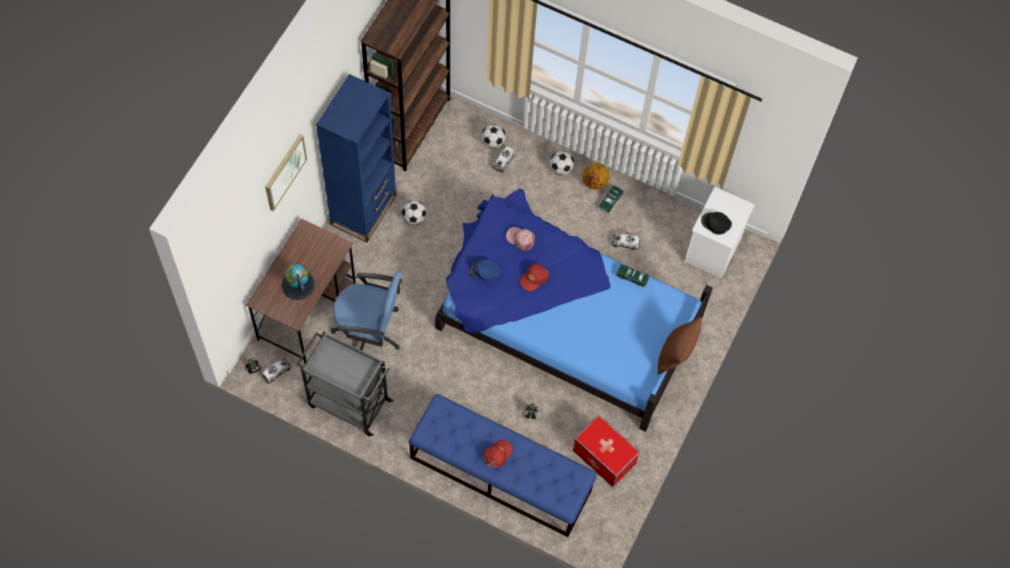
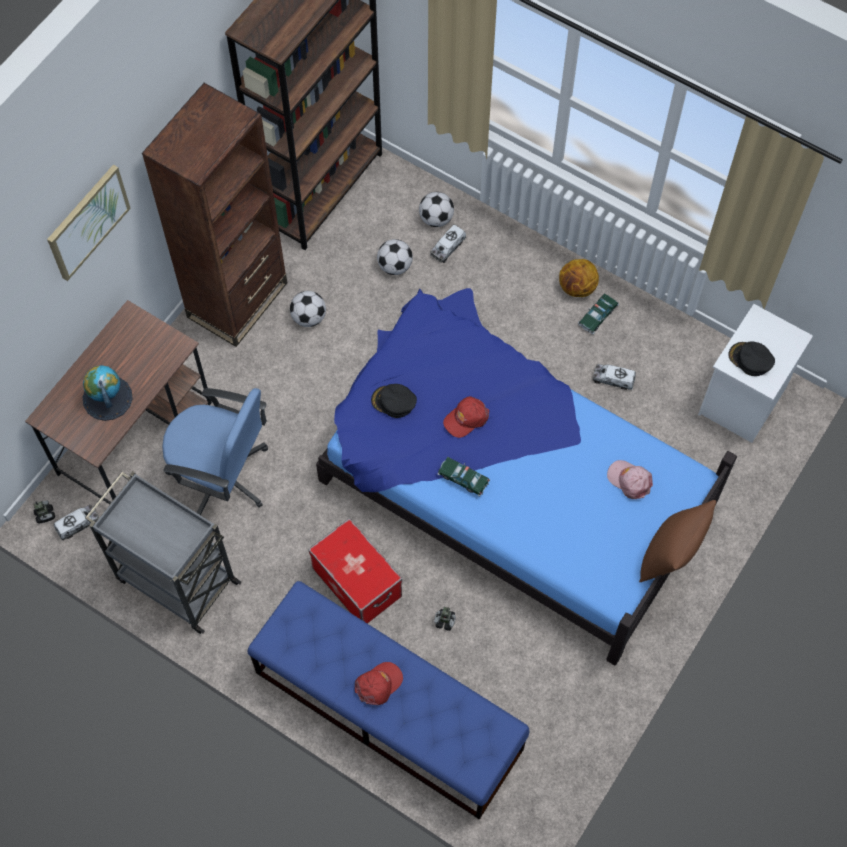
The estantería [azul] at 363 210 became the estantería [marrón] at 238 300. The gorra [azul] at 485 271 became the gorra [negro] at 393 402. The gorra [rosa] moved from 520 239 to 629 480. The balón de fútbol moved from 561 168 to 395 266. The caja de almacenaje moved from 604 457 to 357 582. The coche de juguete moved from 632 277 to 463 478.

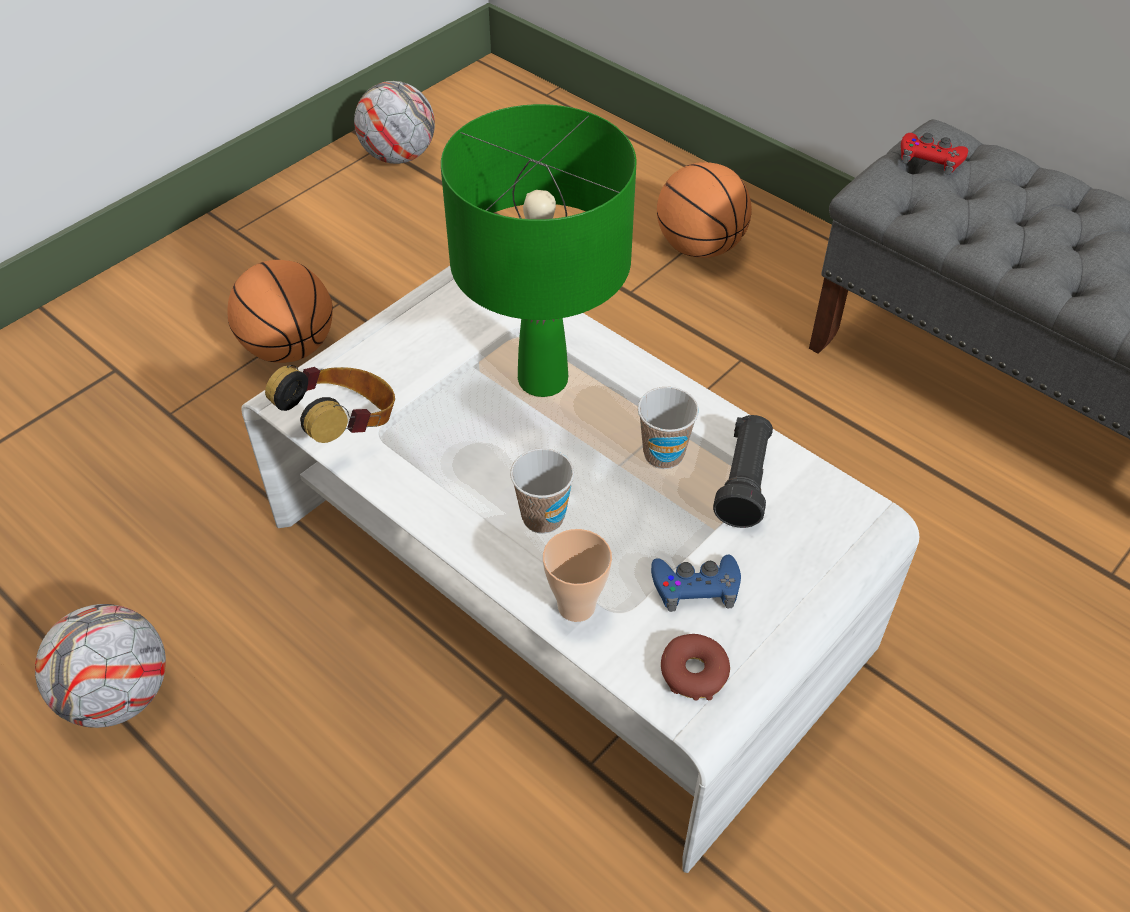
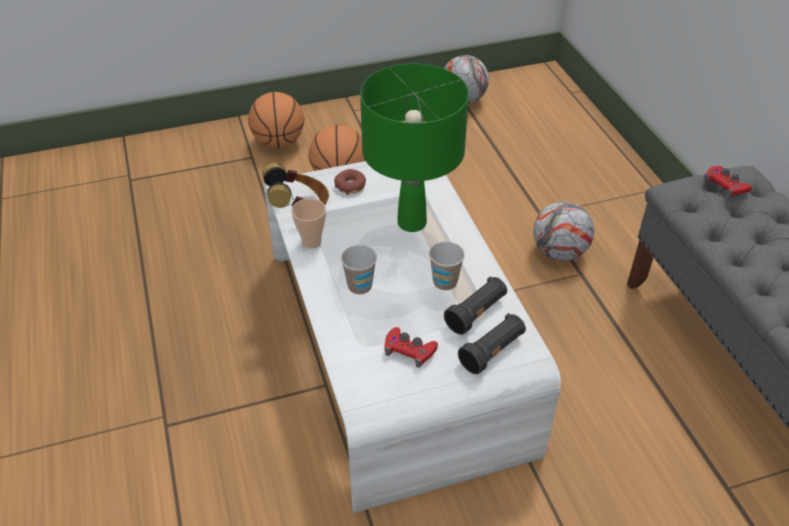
The balón de fútbol moved from 118 695 to 559 252. The taza moved from 576 606 to 311 242. The mando de consola [azul] at 695 587 became the mando de consola [rojo] at 409 350. The balón de baloncesto moved from 699 247 to 279 142. The rosquilla moved from 694 672 to 350 186. The linterna [negro] at 492 351 appeared.

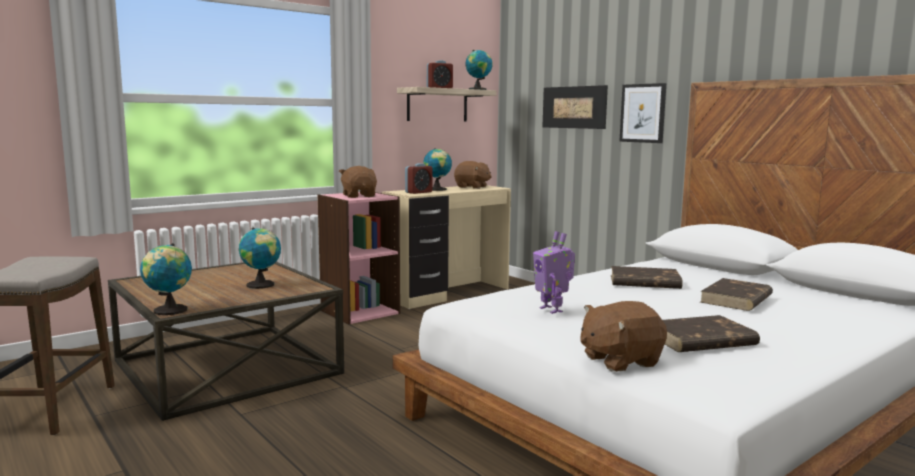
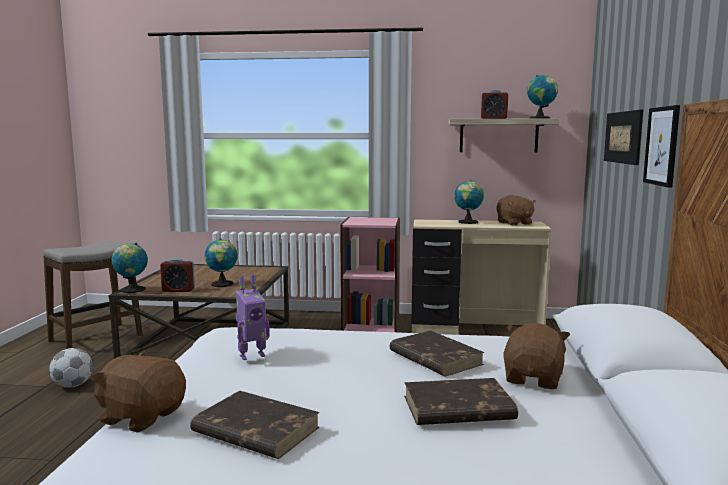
The peluche [marrón] moved from 359 196 to 534 379. The despertador moved from 418 192 to 178 290. The robot de juguete at 552 309 turned 135 degrees counterclockwise. The balón de fútbol at 73 385 appeared.

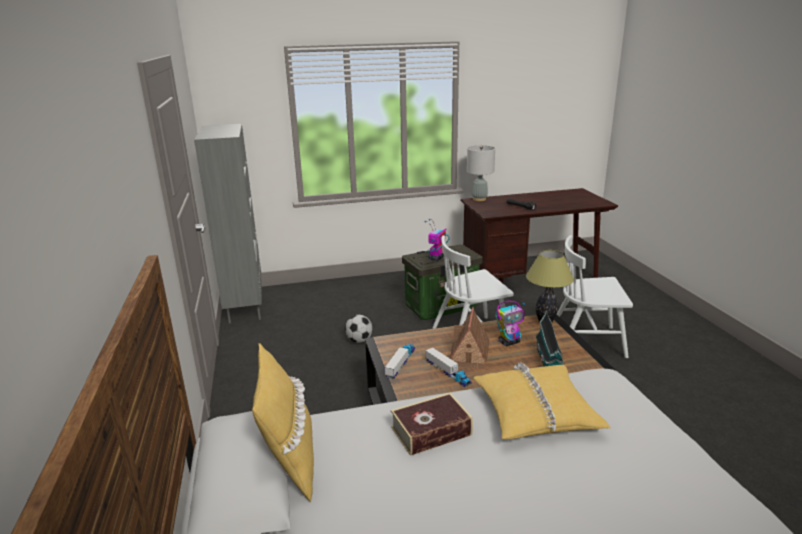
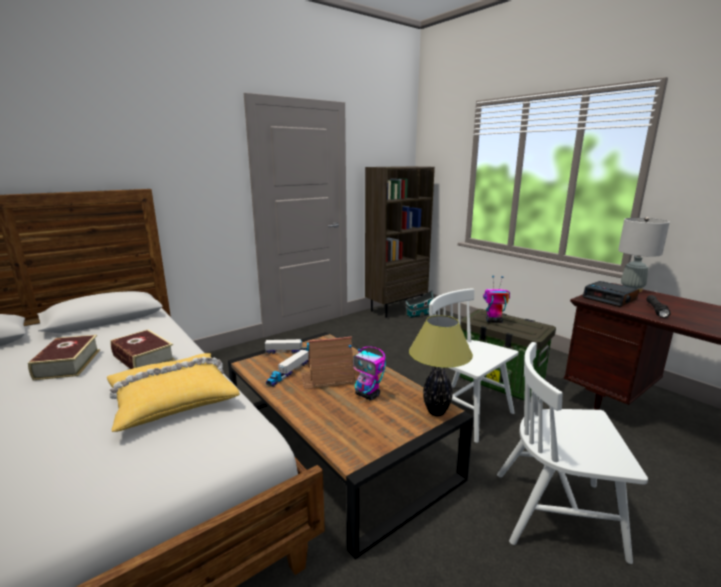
The estantería [gris] at 244 307 became the estantería [marrón] at 396 308. The cojín [amarillo] at 290 461 disappeared. The balón de fútbol at 359 341 disappeared. The casita moved from 548 362 to 419 315. The silla [blanco] at 587 341 turned 60 degrees counterclockwise. The libro at 68 364 appeared. The despertador at 610 299 appeared.

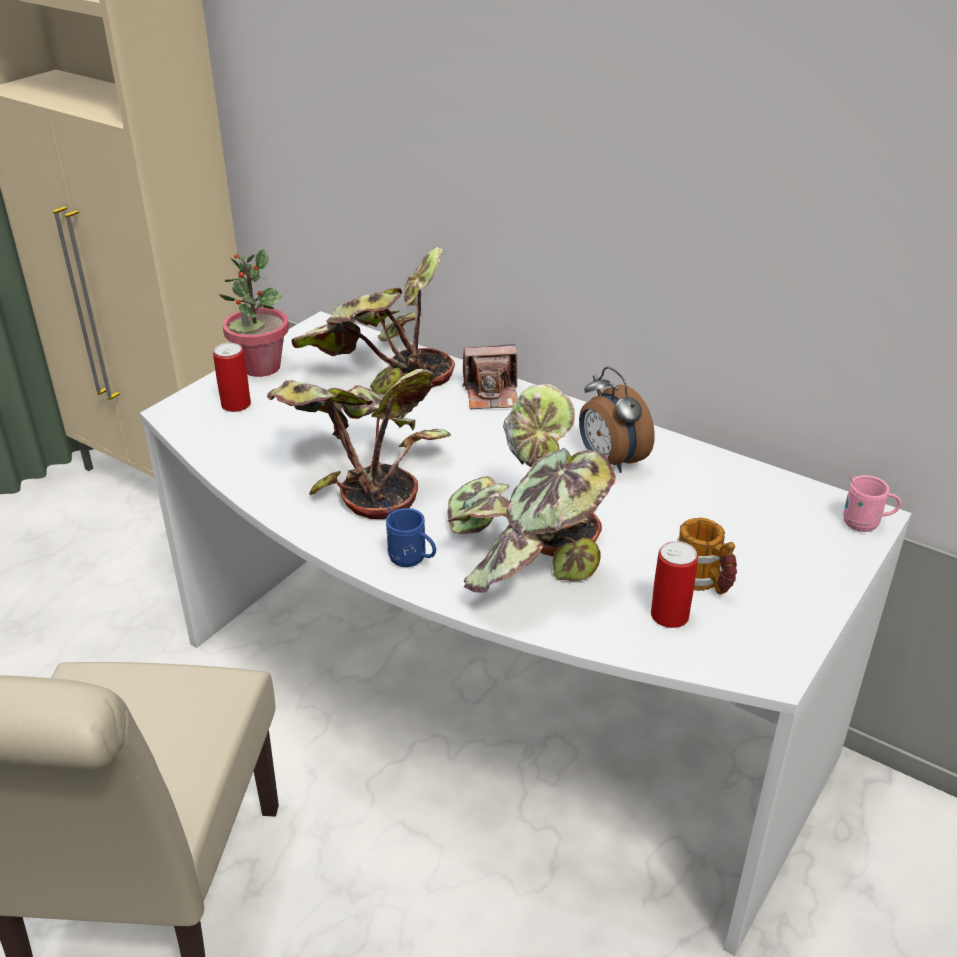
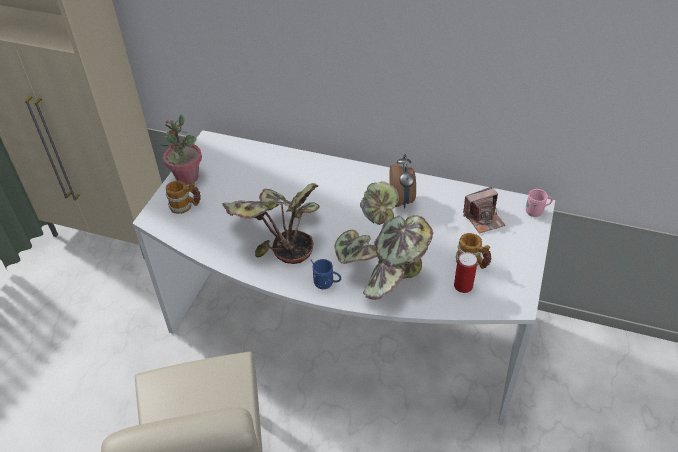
The lata at 236 405 was replaced by the taza grande at 185 206. The planta en maceta at 380 370 disappeared. The cámara moved from 492 395 to 483 219. The despertador at 609 461 turned 135 degrees counterclockwise.

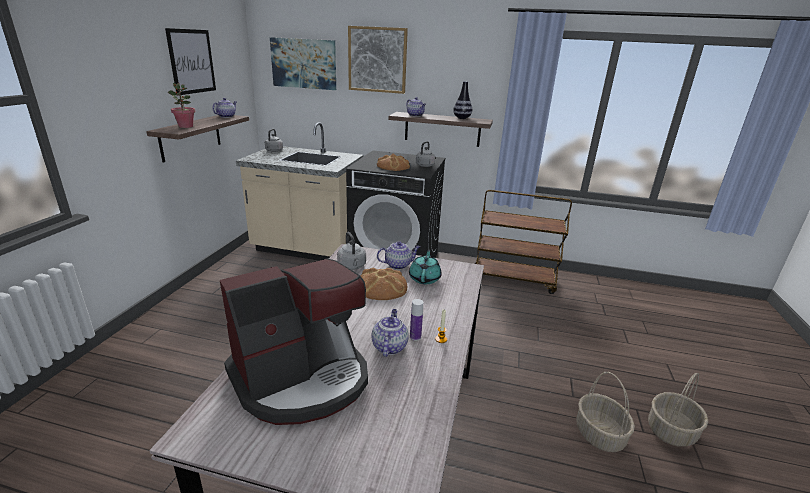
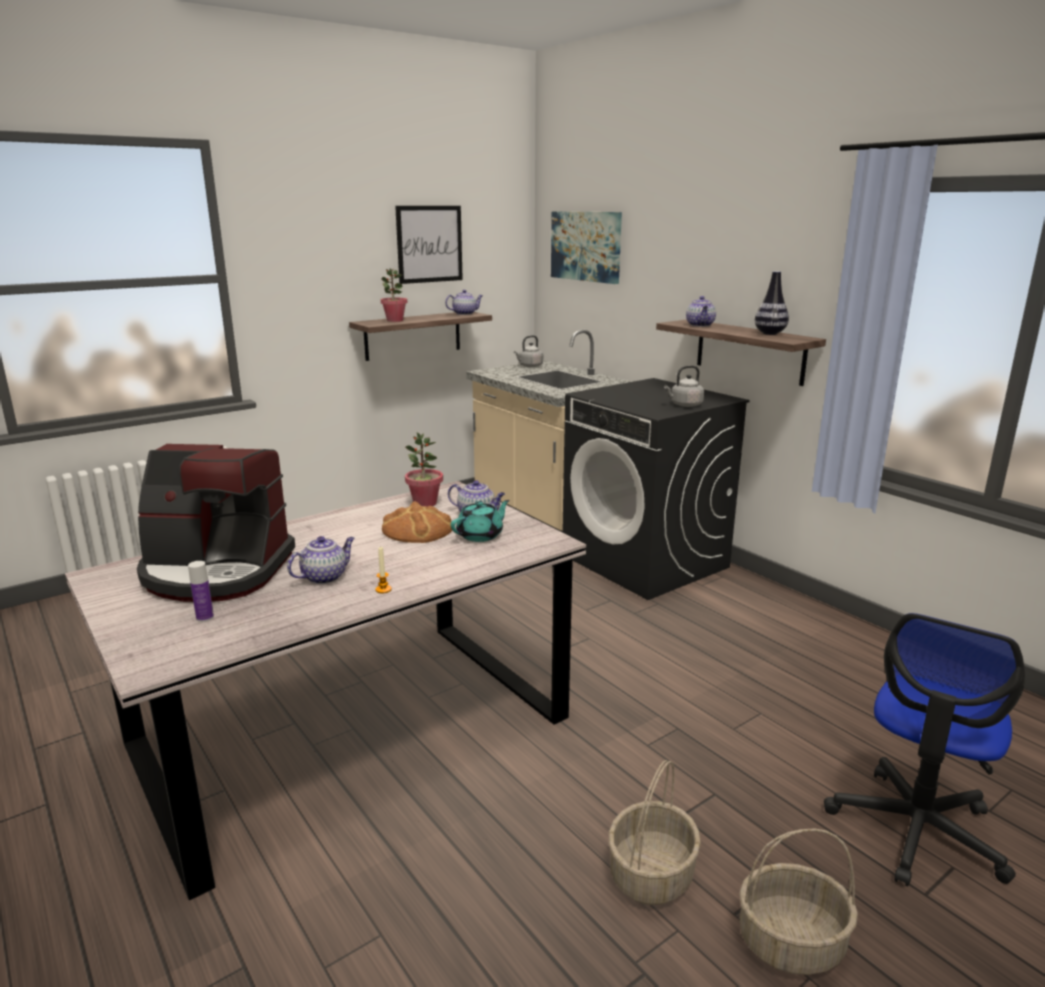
The hervidor [gris] at 352 266 was replaced by the planta en maceta at 425 503. The cuadro at 377 60 disappeared. The pan at 393 166 disappeared. The botella moved from 415 337 to 205 617. The carrito [marrón] at 513 279 disappeared. The silla de oficina at 916 830 appeared.

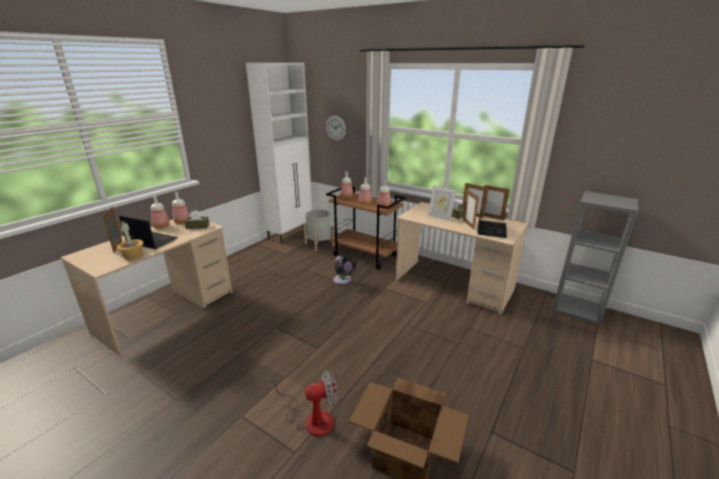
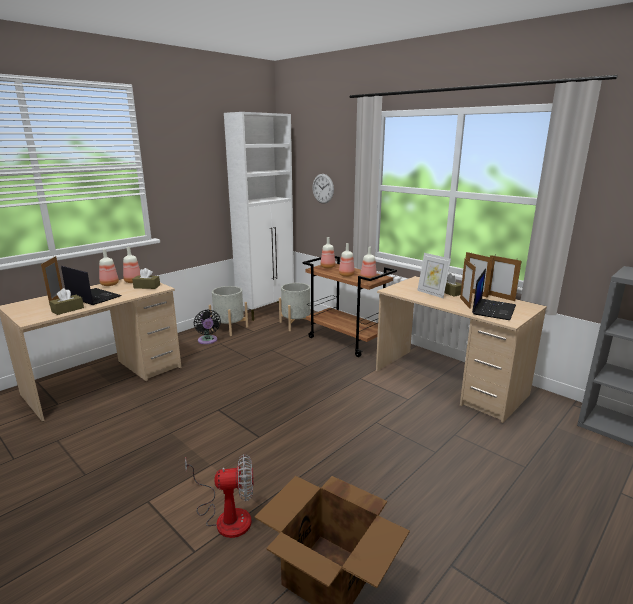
The planta en maceta at 133 255 was replaced by the caja de pañuelos [marrón] at 67 309. The ventilador [negro] moved from 343 281 to 208 341. The maceta [gris] at 229 328 appeared.

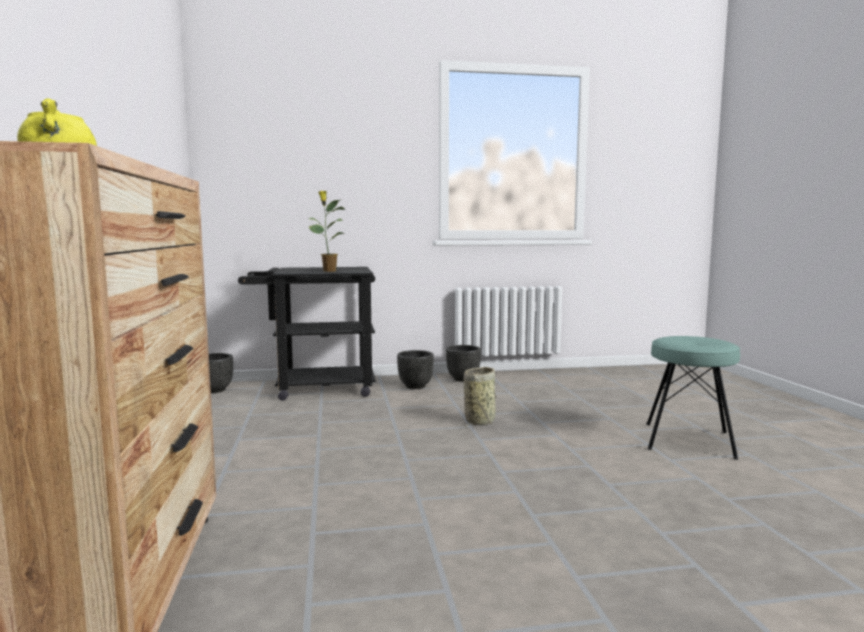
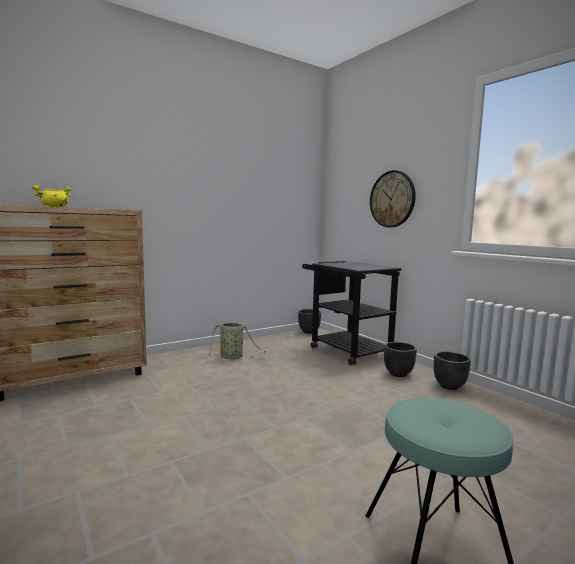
The planta en maceta at 328 271 disappeared. The cesta moved from 480 421 to 233 357. The reloj de pared at 392 199 appeared.

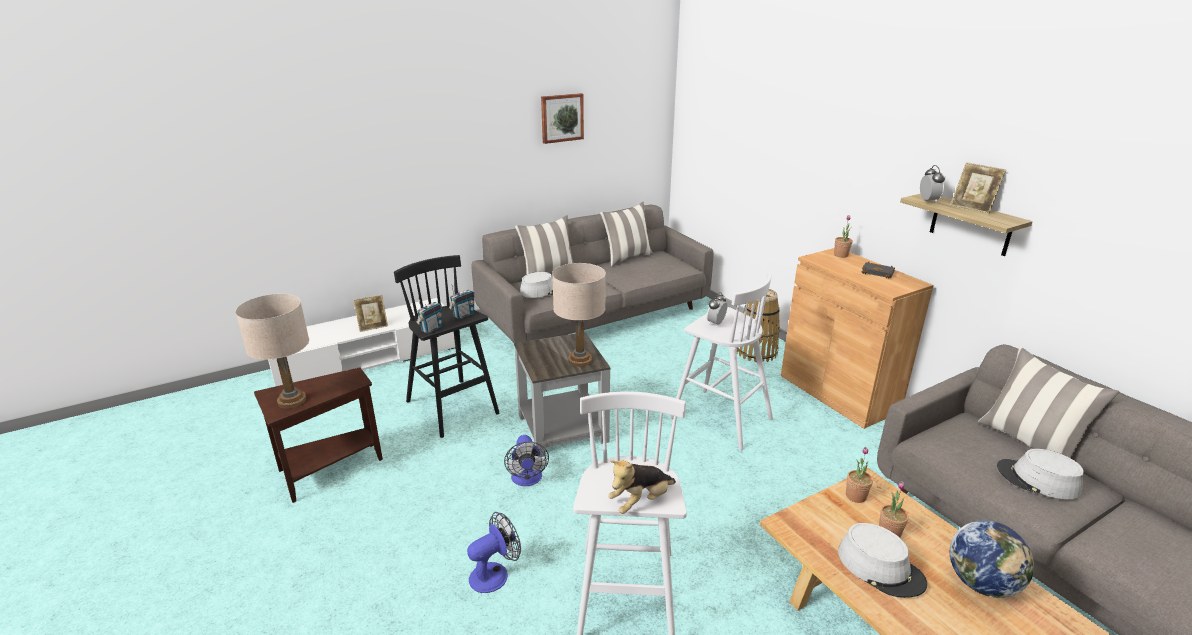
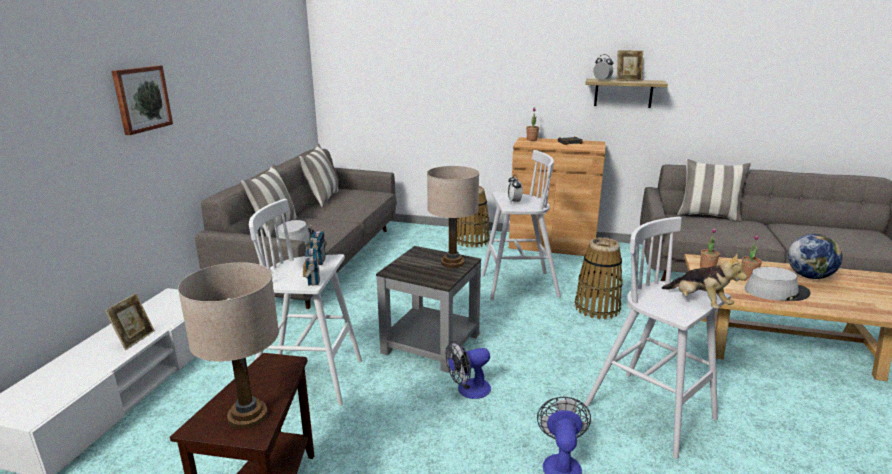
The taburete [negro] at 453 408 became the taburete [blanco] at 310 379. The ventilador at 527 479 turned 120 degrees clockwise. The cuadro moved from 562 118 to 141 99. The peluche at 640 501 turned 45 degrees counterclockwise. The sombrero [gris] at 1037 480 disappeared. The cesta at 597 308 appeared.

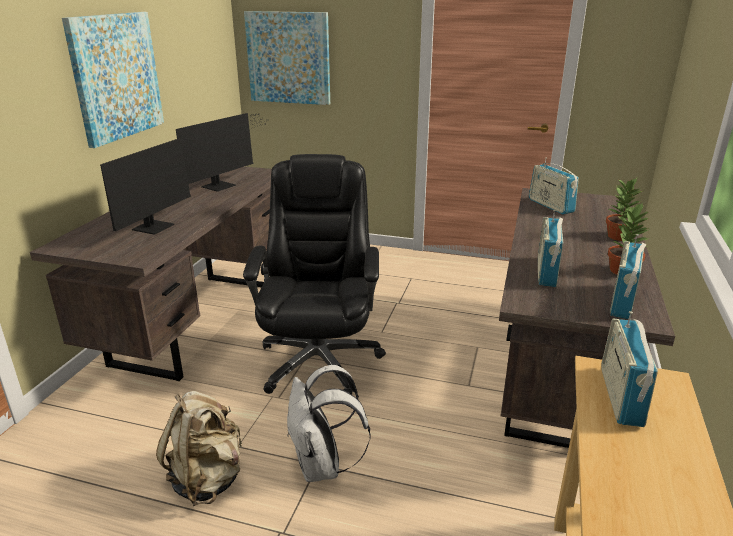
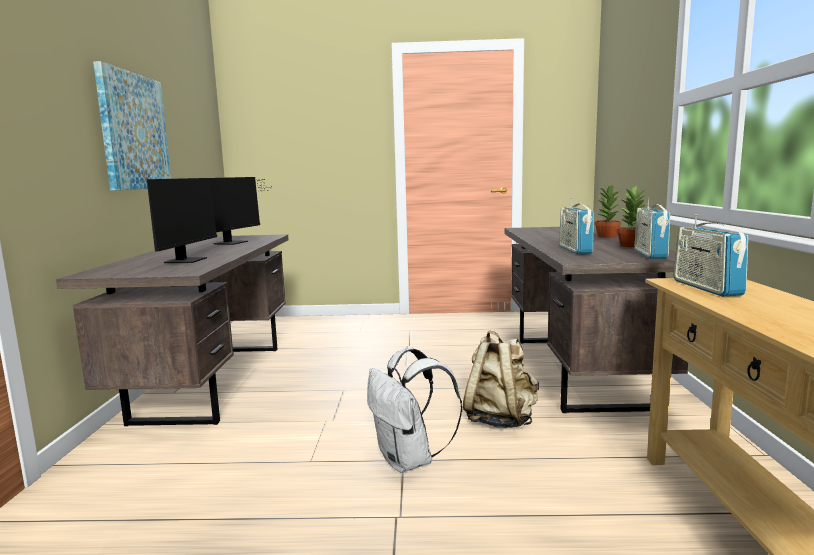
The mochila [beis] moved from 207 479 to 500 420. The silla de oficina [negro] at 319 360 disappeared. The cuadro at 289 58 disappeared. The radio at 550 206 disappeared.

